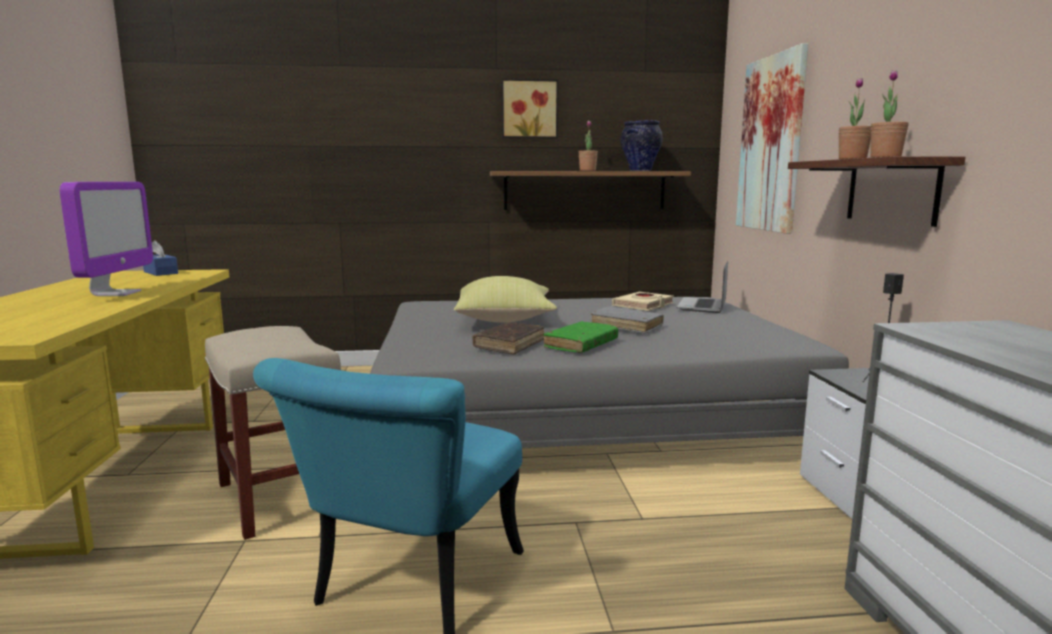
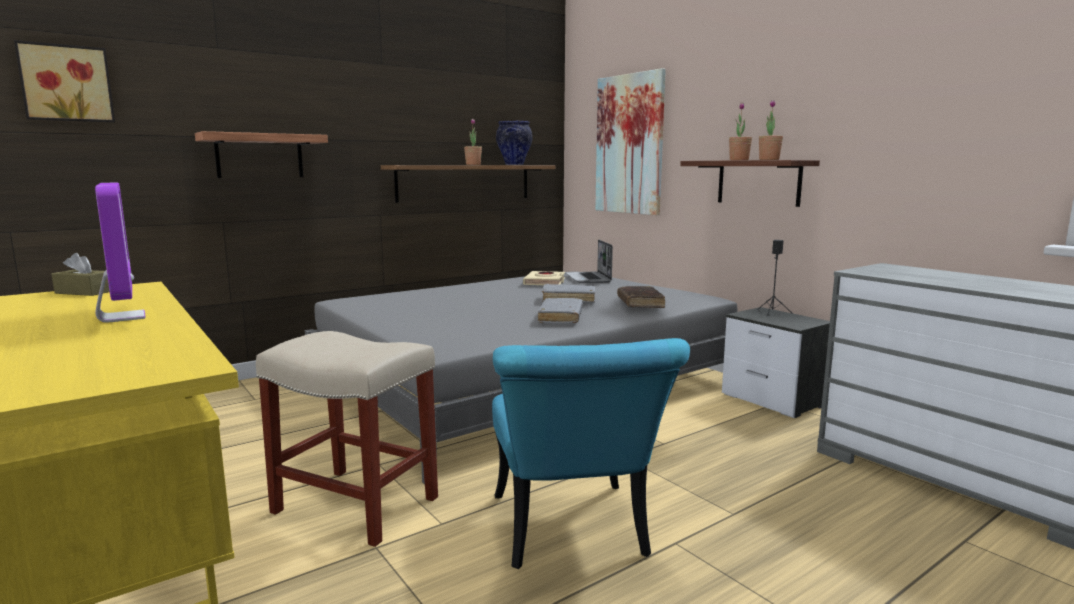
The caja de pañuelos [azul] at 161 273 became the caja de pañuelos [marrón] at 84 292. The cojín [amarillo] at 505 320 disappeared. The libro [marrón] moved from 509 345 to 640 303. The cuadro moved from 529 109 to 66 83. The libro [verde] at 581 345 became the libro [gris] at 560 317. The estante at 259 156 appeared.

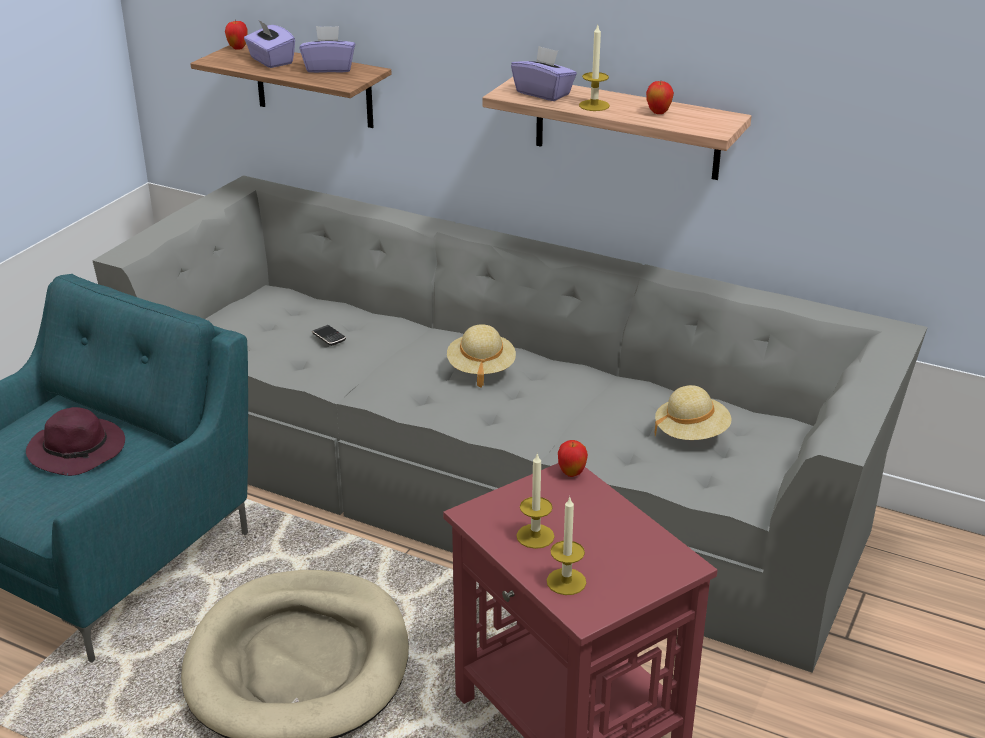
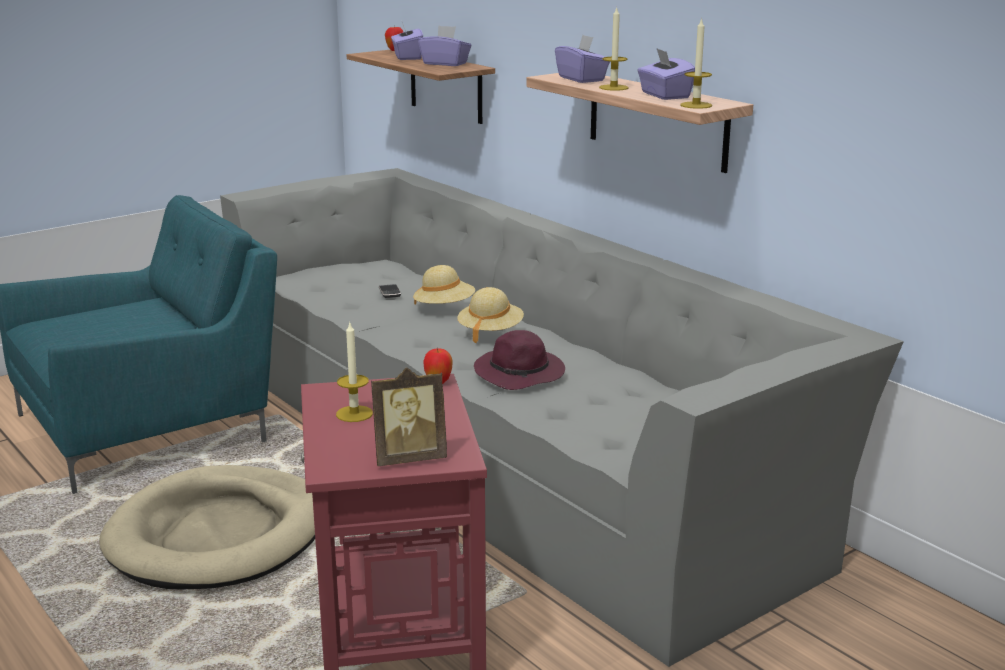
The sombrero [morado] moved from 79 451 to 521 374. The vela moved from 566 581 to 696 105. The manzana at 658 113 was replaced by the caja de pañuelos [morado] at 664 95. The sombrero [beis] moved from 691 433 to 444 308. The portarretratos at 409 458 appeared.

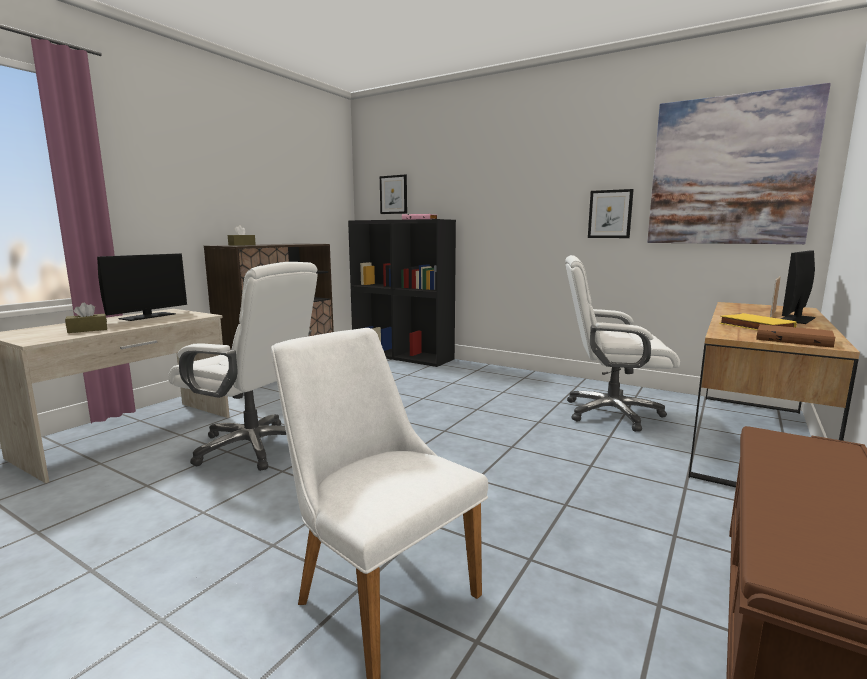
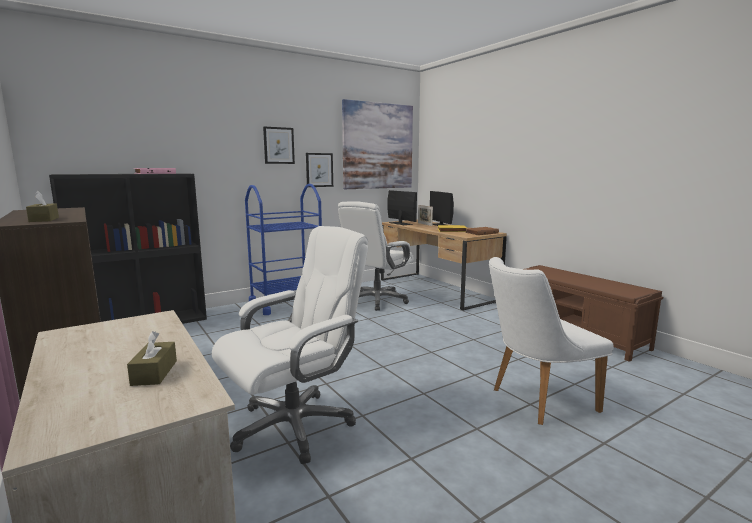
The monitor moved from 147 316 to 400 223. The cuadro moved from 393 194 to 279 145. The carrito [azul] at 287 303 appeared.

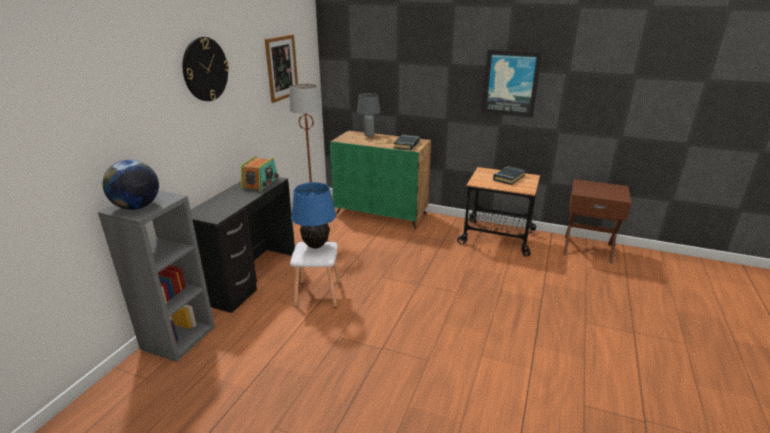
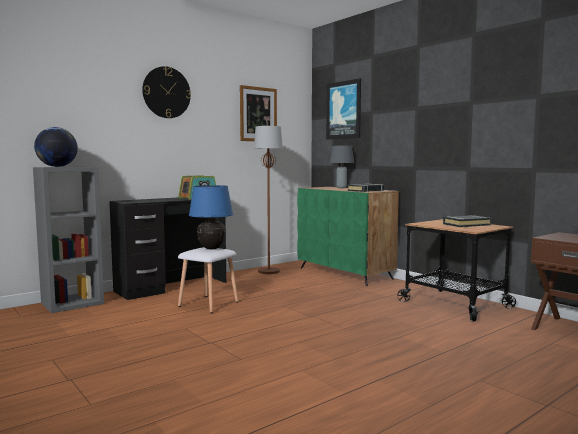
The cuadro moved from 510 83 to 344 110.

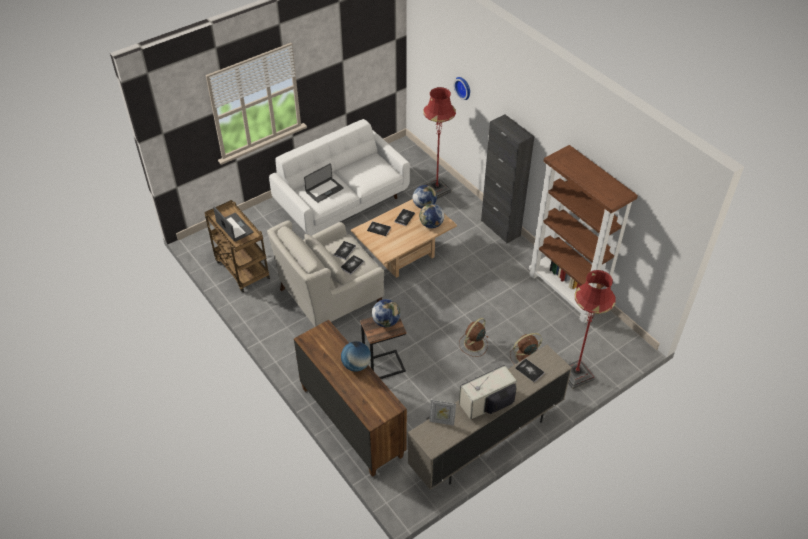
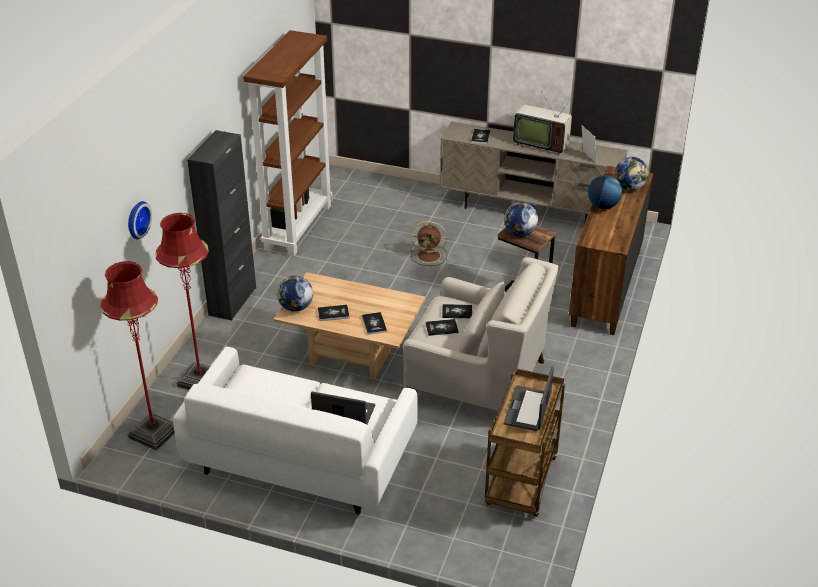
The globo terráqueo moved from 431 225 to 629 187. The ventilador [marrón] at 524 356 disappeared. The lámpara de pie [rojo] moved from 576 375 to 154 433.

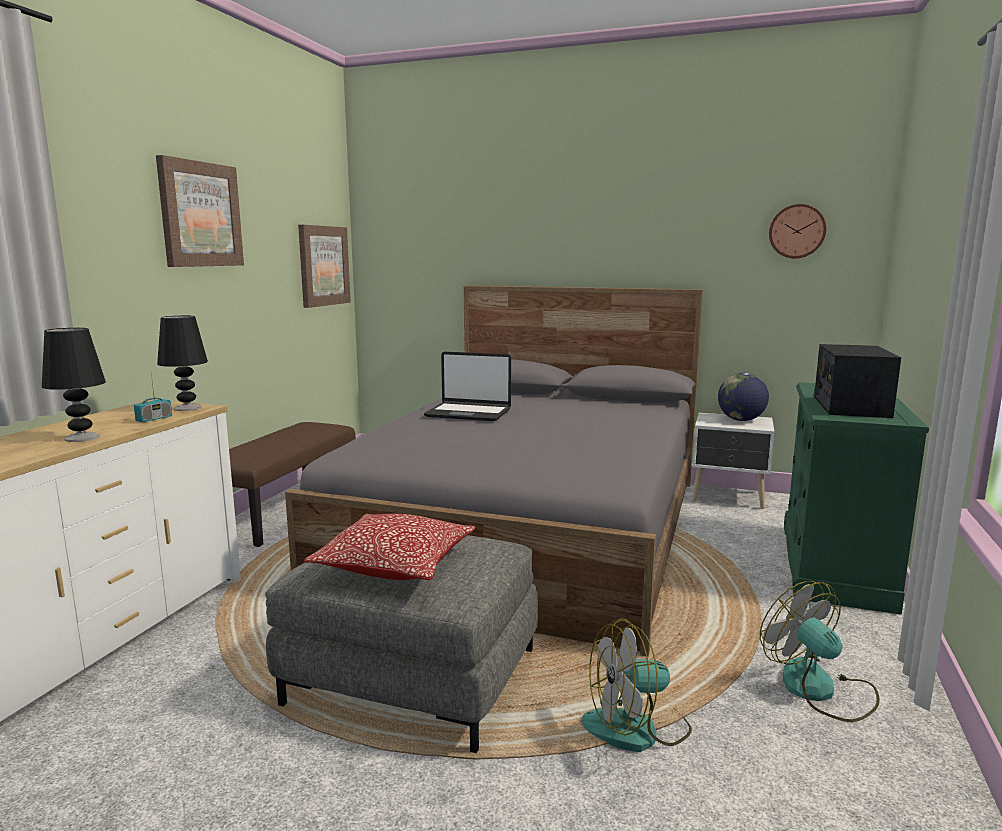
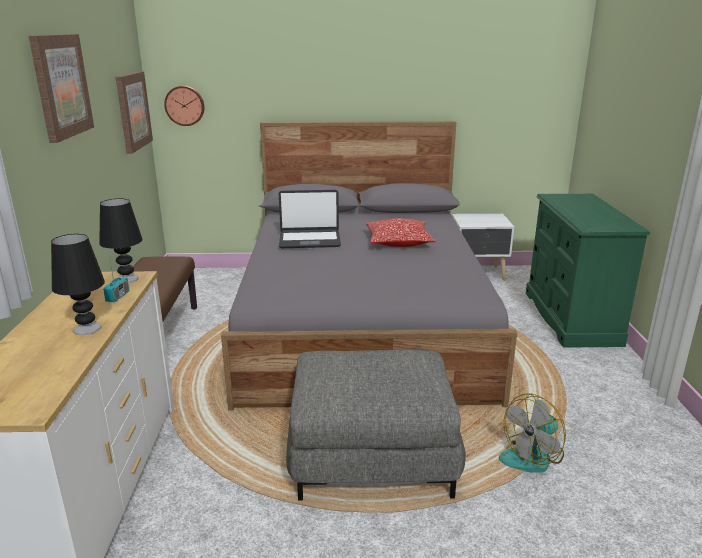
The cojín moved from 395 565 to 398 242. The globo terráqueo at 741 420 disappeared. The ventilador at 819 690 disappeared. The reloj de pared moved from 796 231 to 185 105. The radio at 850 406 disappeared.

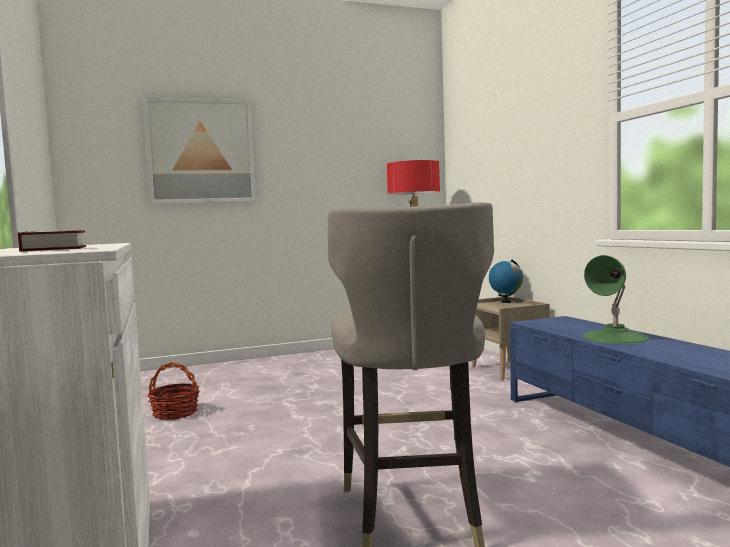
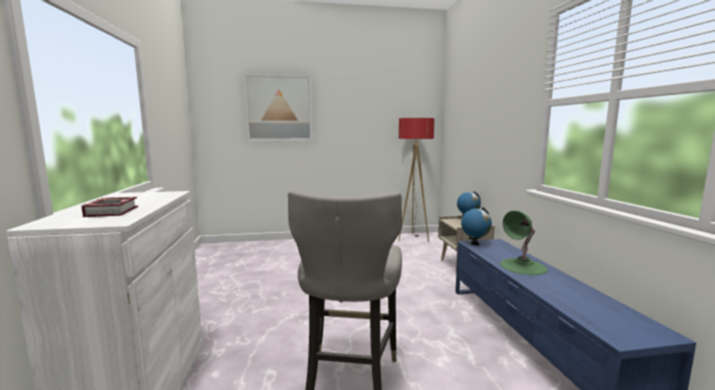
The cesta at 175 413 disappeared. The globo terráqueo at 474 243 appeared.

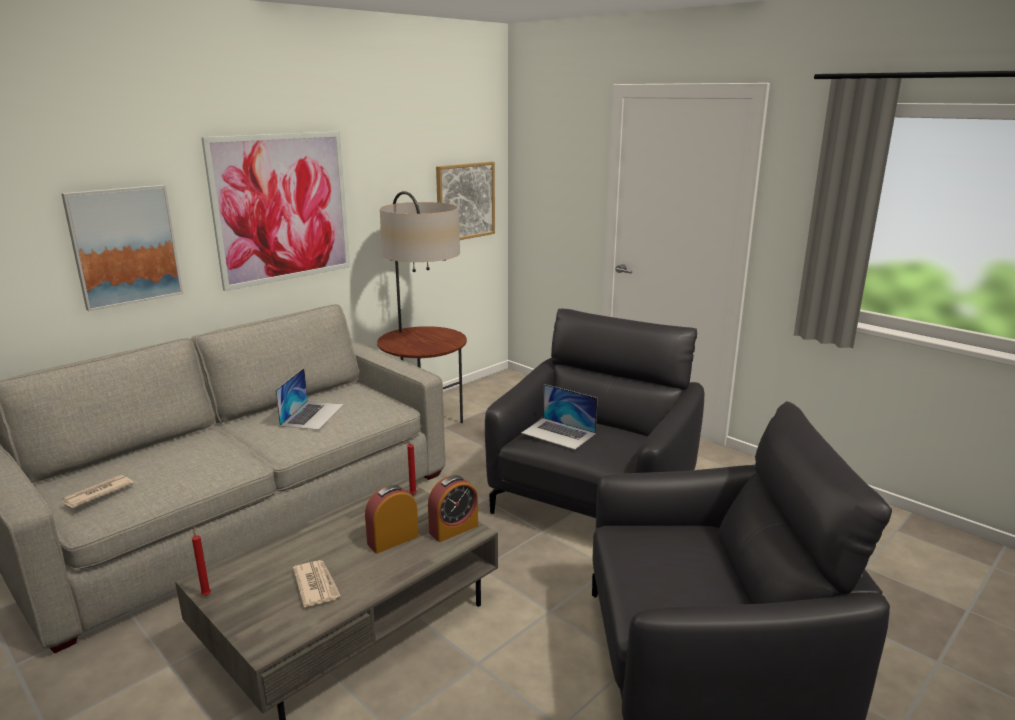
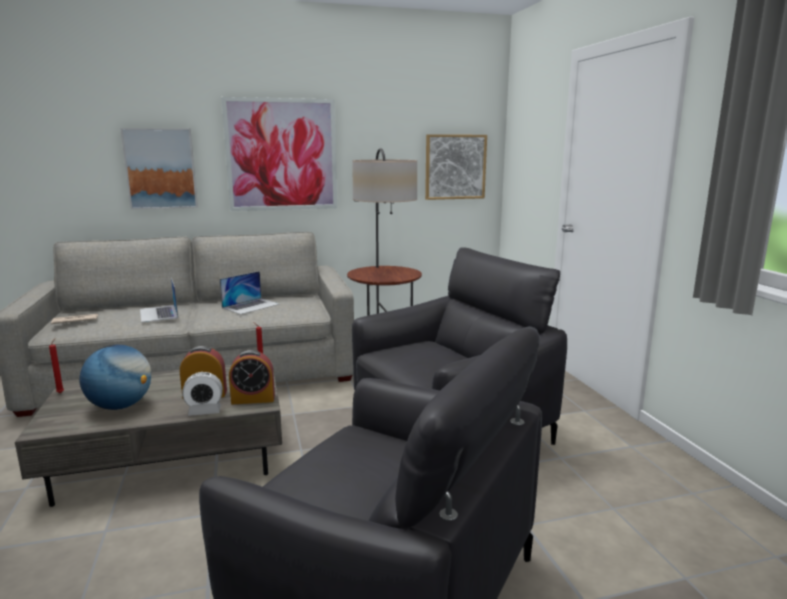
The periódico at 316 585 was replaced by the globo terráqueo at 120 406. The portátil moved from 558 433 to 159 313. The despertador at 204 411 appeared.

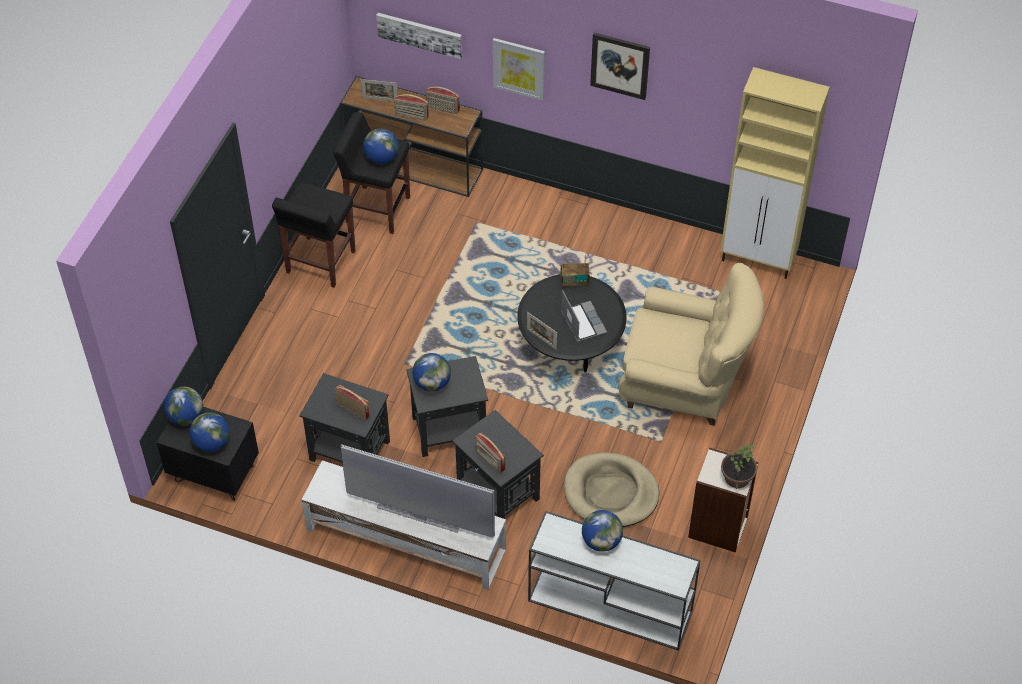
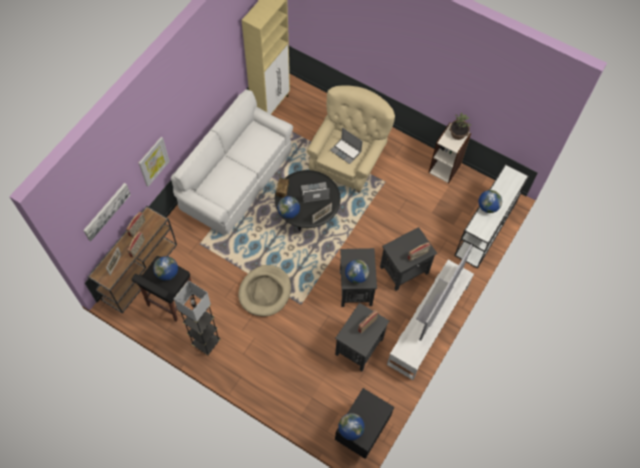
The globo terráqueo moved from 212 443 to 289 212. The taburete [negro] at 320 263 was replaced by the lámpara de pie [gris] at 206 342. The cama para perro [beis] moved from 610 493 to 265 292. The cuadro at 620 65 disappeared. The sofá [blanco] at 236 179 appeared. The portátil at 346 151 appeared.

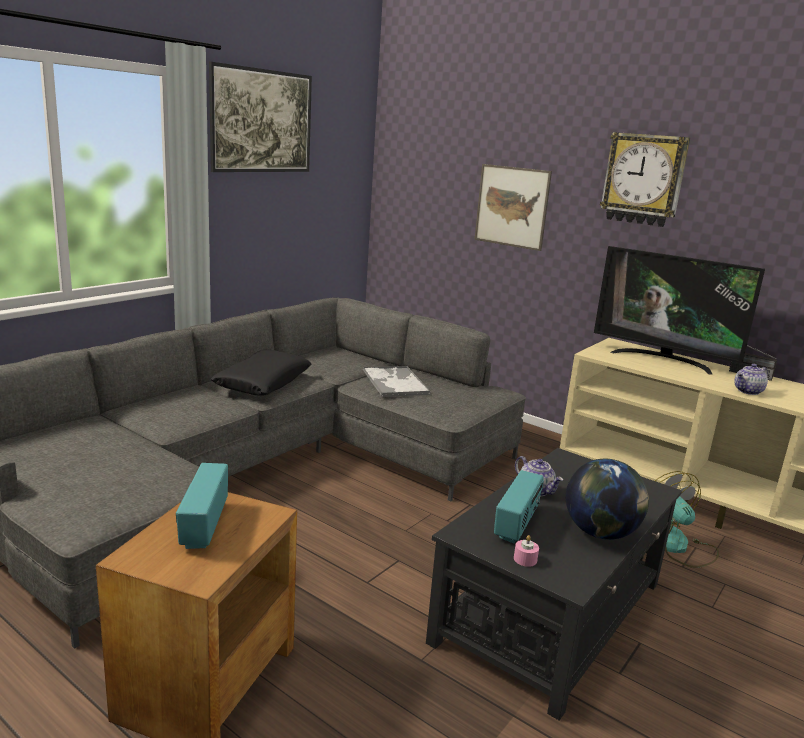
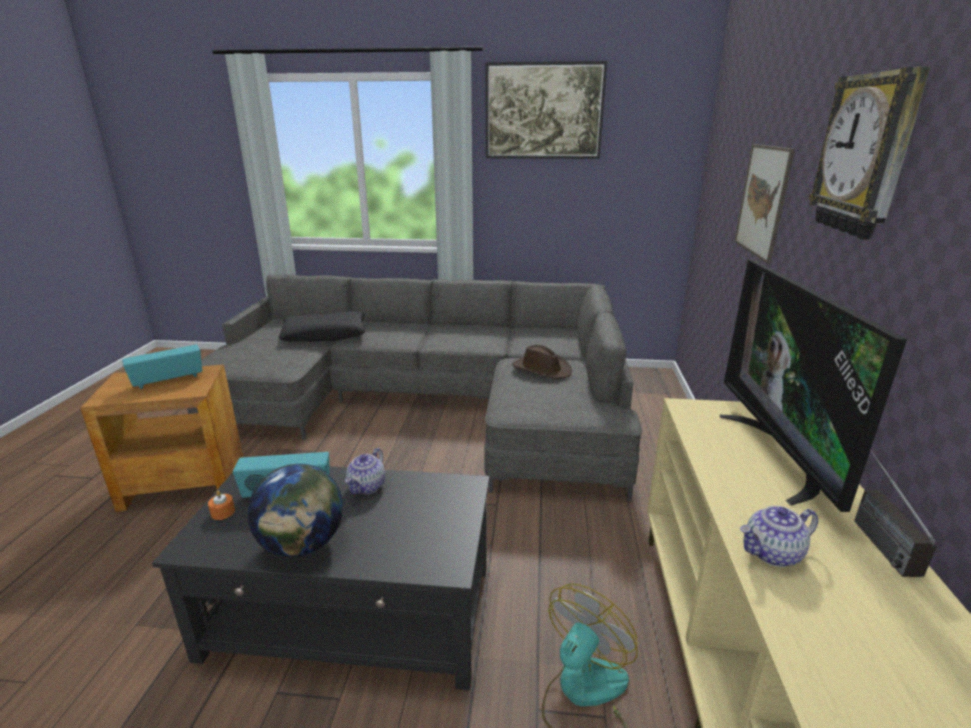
The cojín [negro] moved from 263 382 to 325 335. The bandeja at 394 382 was replaced by the sombrero [marrón] at 541 369. The vela [rosa] at 525 559 became the vela [naranja] at 223 512. The tetera at 748 391 turned 45 degrees counterclockwise.

